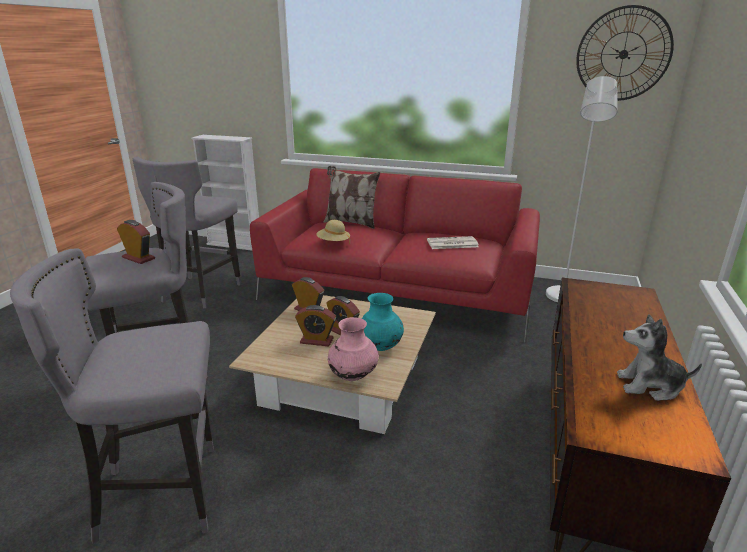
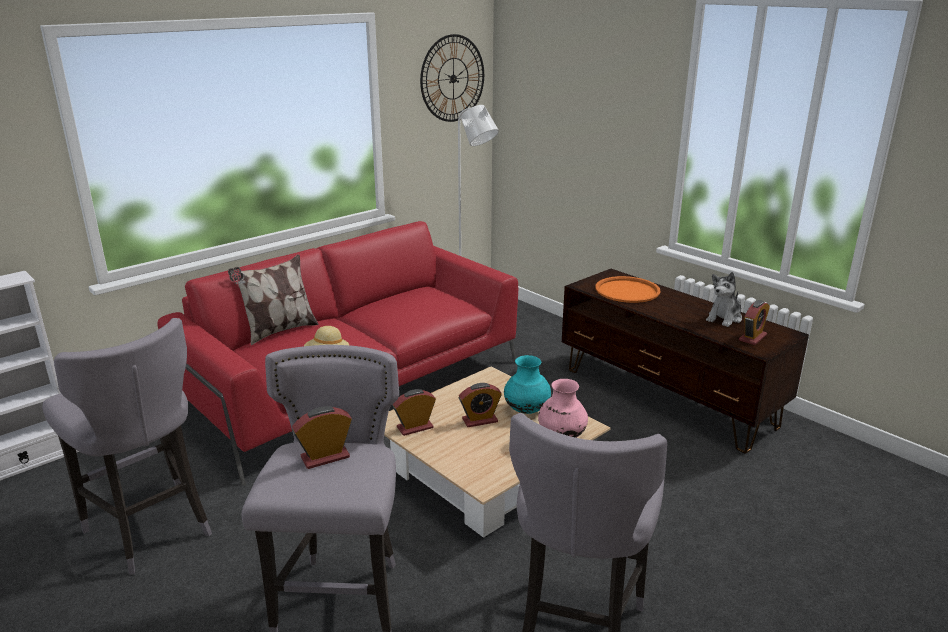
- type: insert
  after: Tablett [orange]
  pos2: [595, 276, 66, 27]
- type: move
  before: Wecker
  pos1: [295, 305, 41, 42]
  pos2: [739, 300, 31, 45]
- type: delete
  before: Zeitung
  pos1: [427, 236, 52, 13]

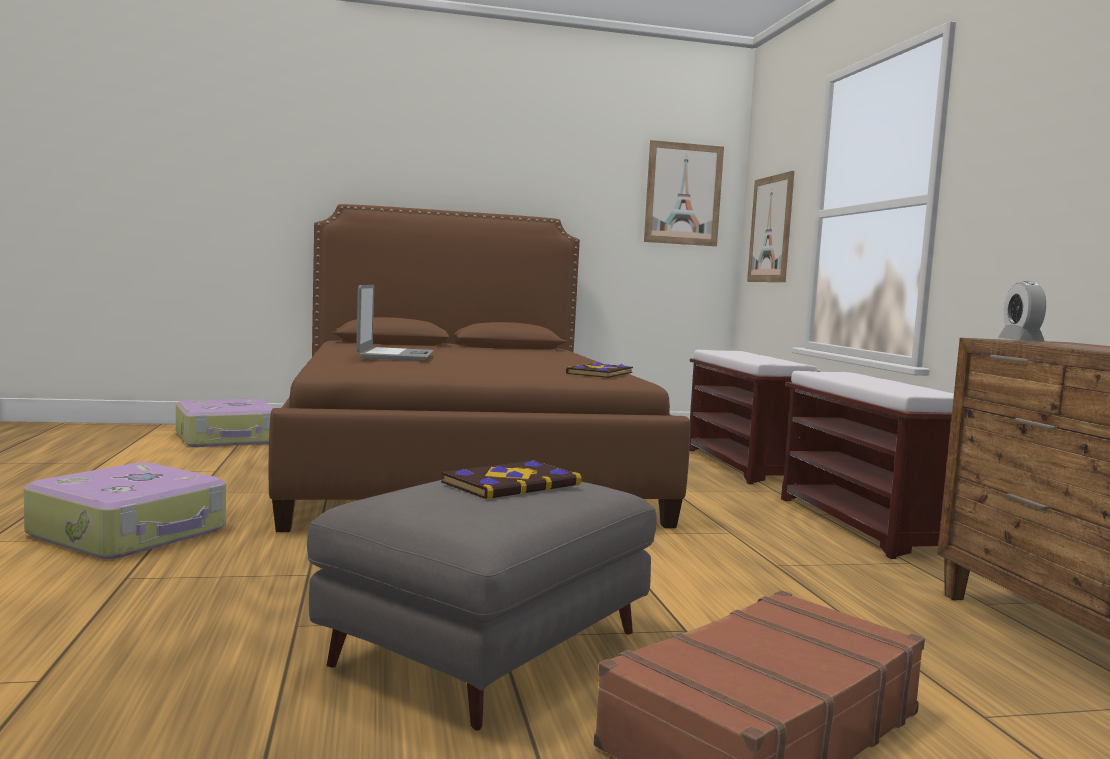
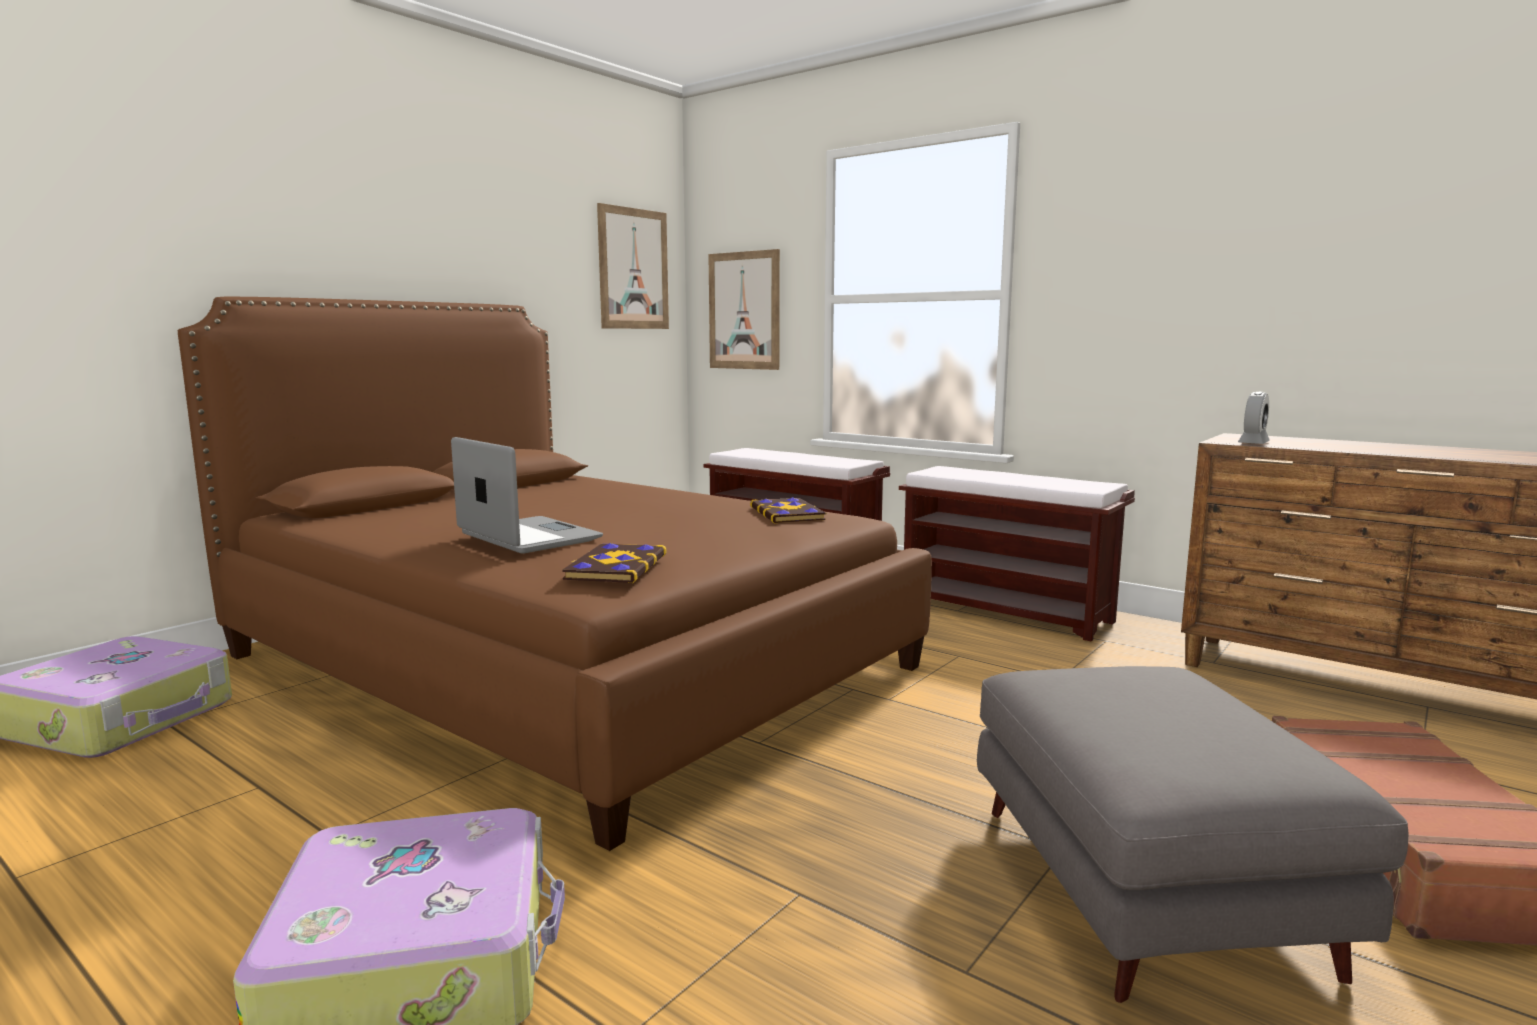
- type: move
  before: Buch
  pos1: [441, 460, 141, 40]
  pos2: [562, 543, 104, 40]
- type: rotate
  before: Wecker
  pos1: [998, 281, 48, 60]
  pos2: [1238, 392, 32, 52]
  turn: -105

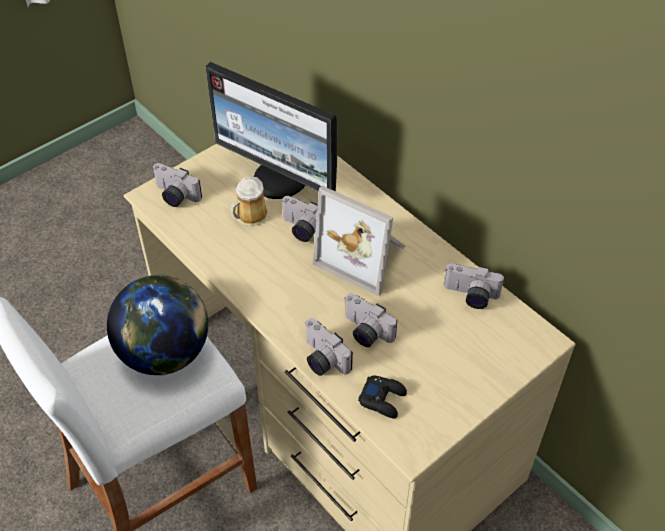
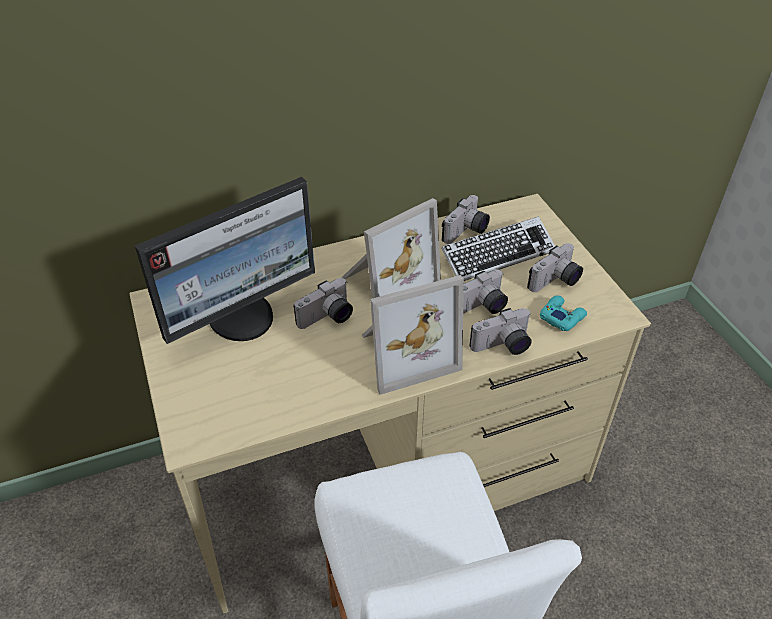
- type: insert
  after: Bilderrahmen
  pos2: [362, 275, 102, 120]
- type: insert
  after: Tastatur
  pos2: [442, 216, 113, 65]
- type: move
  before: Kamera
  pos1: [152, 163, 50, 44]
  pos2: [527, 243, 56, 49]
- type: recolor
  before: Gamepad [schwarz]
  after: Gamepad [türkis]
  pos1: [358, 376, 49, 42]
  pos2: [540, 295, 47, 36]
- type: delete
  before: Globus
  pos1: [107, 274, 101, 102]
- type: delete
  before: Henkelbecher
  pos1: [231, 176, 37, 50]

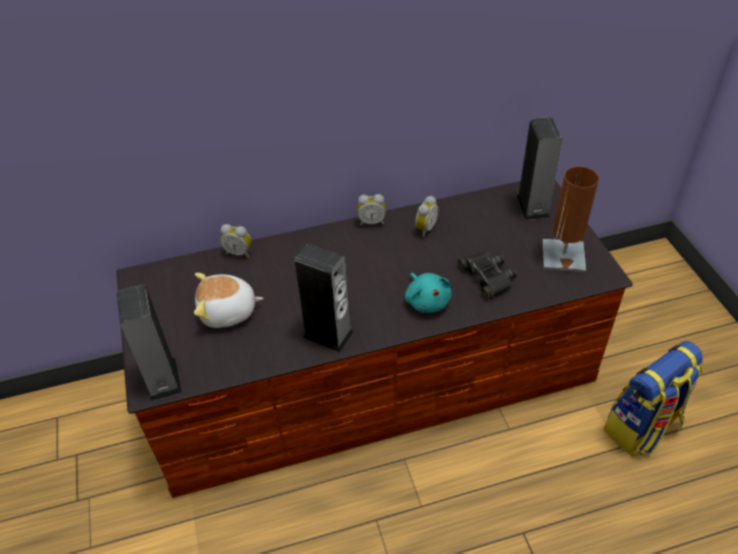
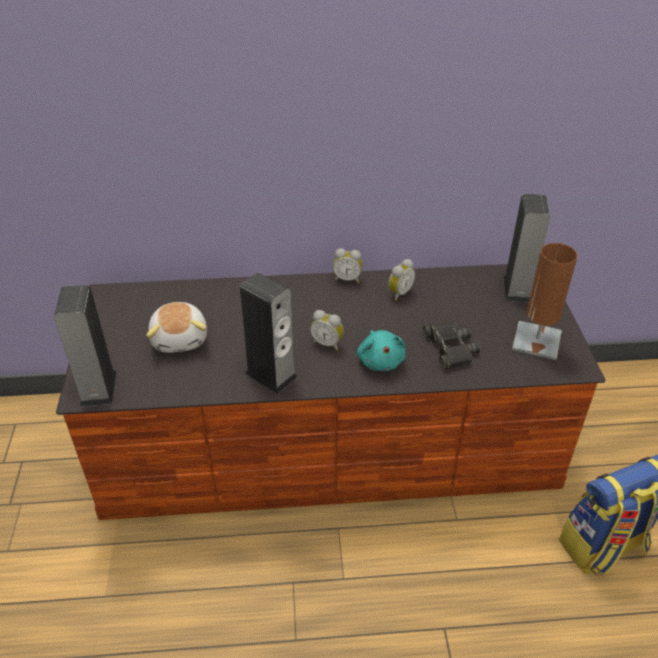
- type: rotate
  before: Plüschtier
  pos1: [194, 273, 70, 55]
  pos2: [146, 302, 61, 51]
  turn: -105
- type: move
  before: Wecker
  pos1: [220, 224, 31, 34]
  pos2: [310, 310, 34, 41]

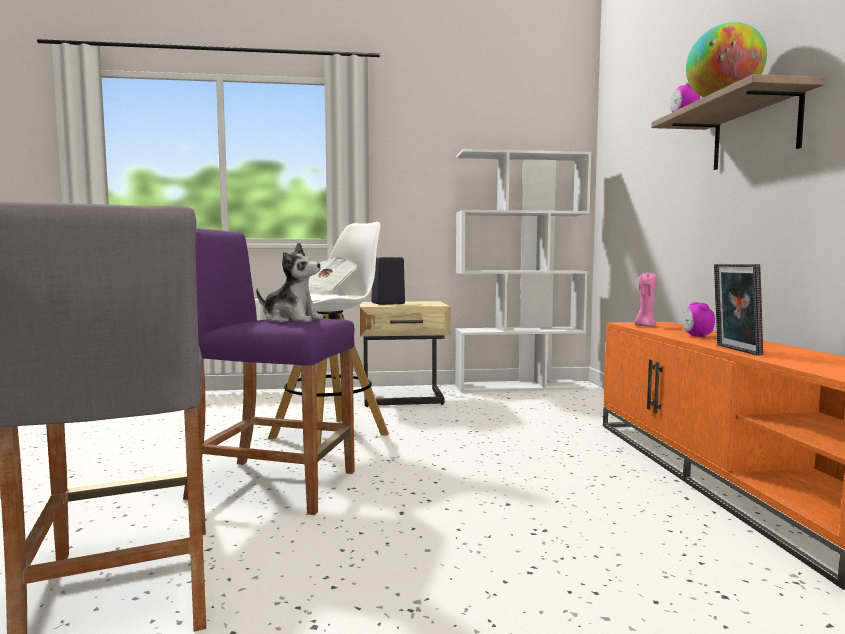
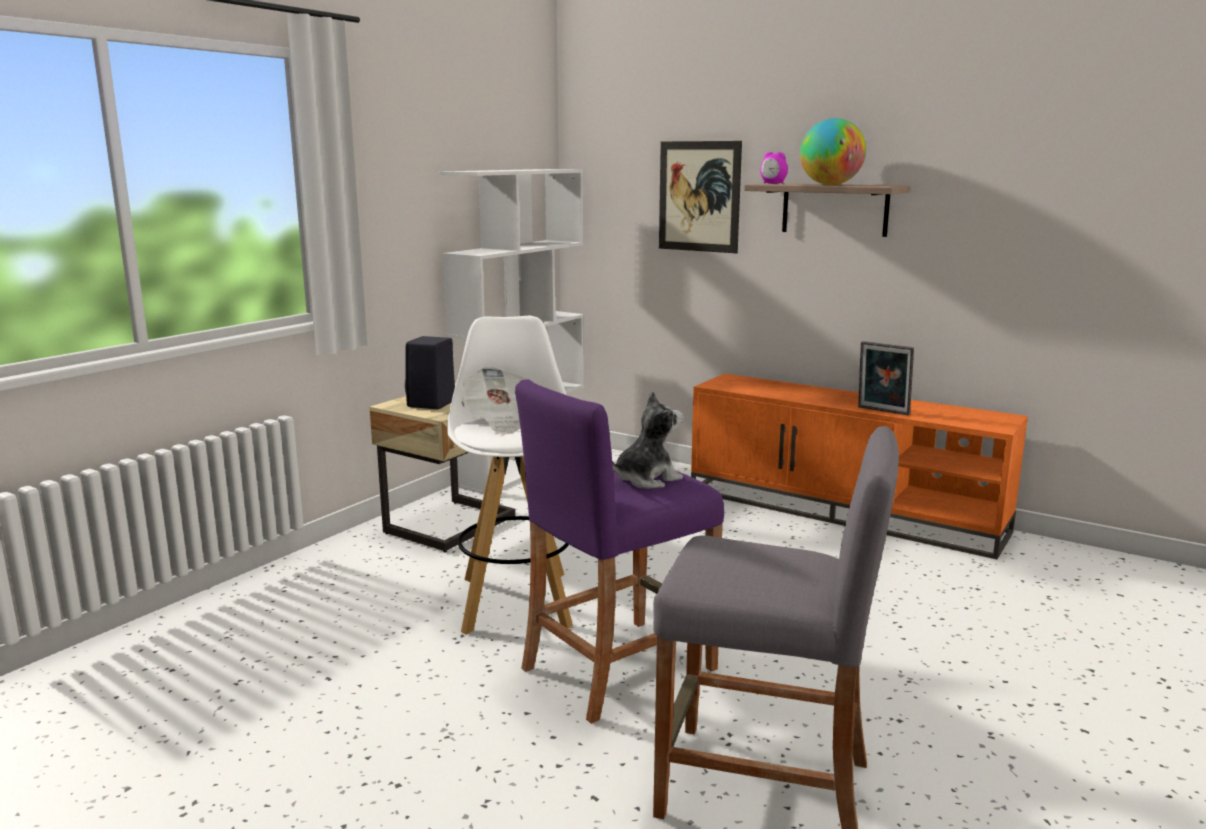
- type: insert
  after: Bild
  pos2: [659, 141, 83, 112]
- type: delete
  before: Kerze [rosa]
  pos1: [635, 273, 22, 54]
- type: delete
  before: Wecker
  pos1: [683, 302, 32, 36]

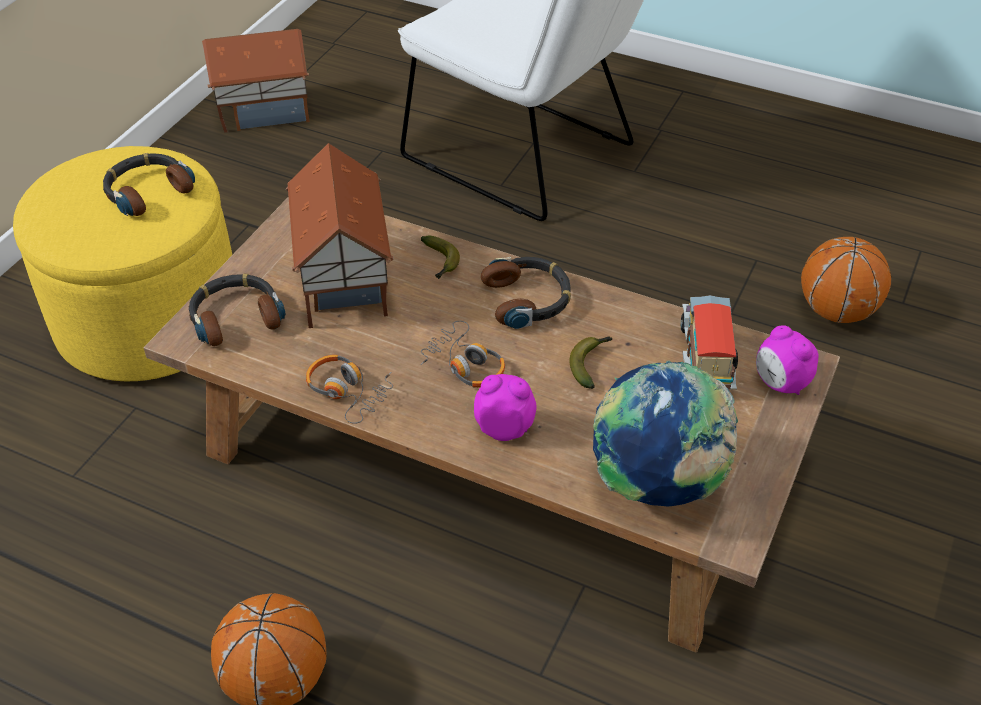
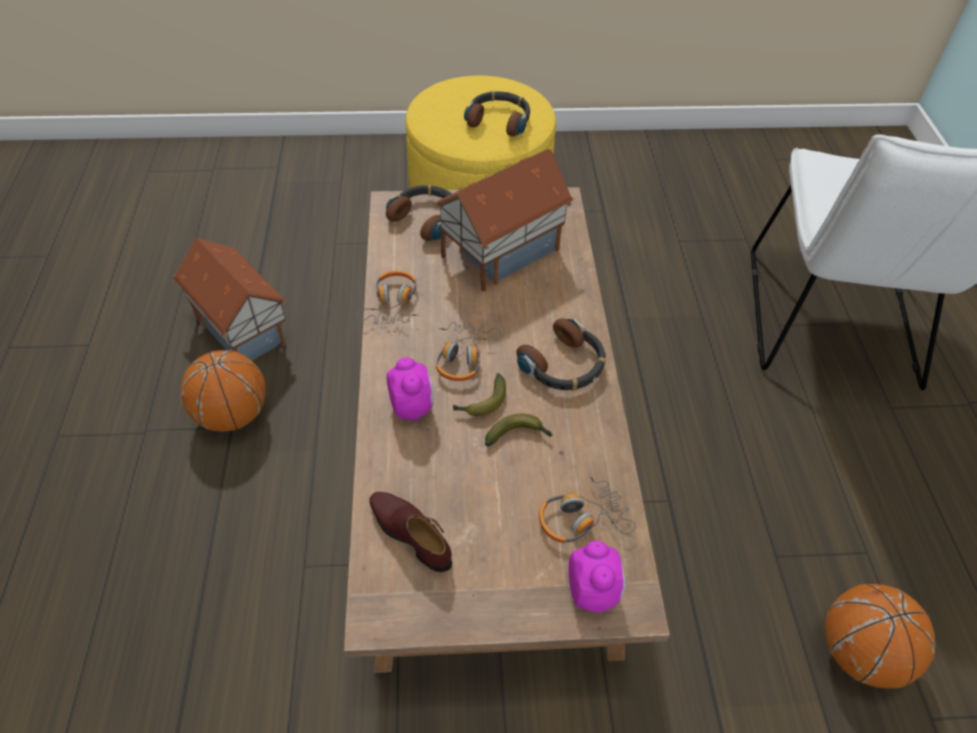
- type: move
  before: Spielzeughaus
  pos1: [202, 29, 108, 104]
  pos2: [173, 238, 113, 122]
- type: replace
  before: Globus
  after: Schuh [braun]
  pos1: [593, 360, 145, 147]
  pos2: [369, 492, 83, 80]
- type: move
  before: Banane
  pos1: [421, 236, 39, 43]
  pos2: [453, 373, 53, 43]
- type: replace
  before: Spielzeuglaster
  after: Kopfhörer
  pos1: [681, 295, 57, 94]
  pos2: [539, 474, 97, 69]
- type: rotate
  before: Wecker
  pos1: [756, 325, 63, 70]
  pos2: [569, 541, 57, 73]
  turn: 150

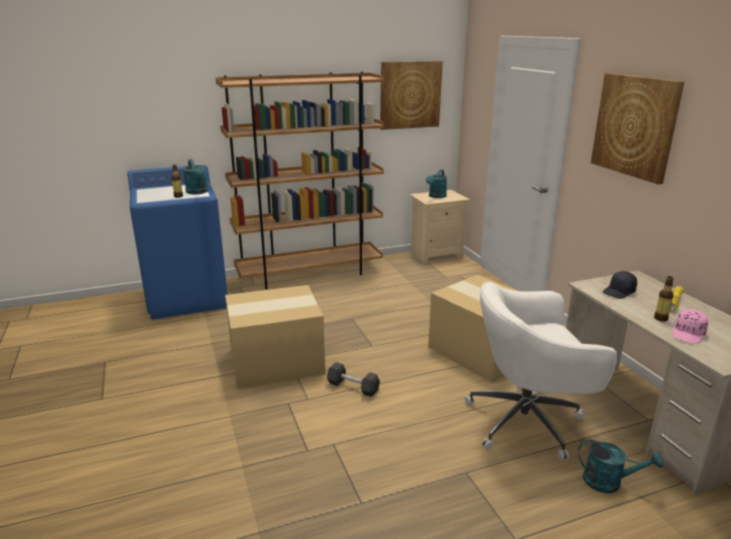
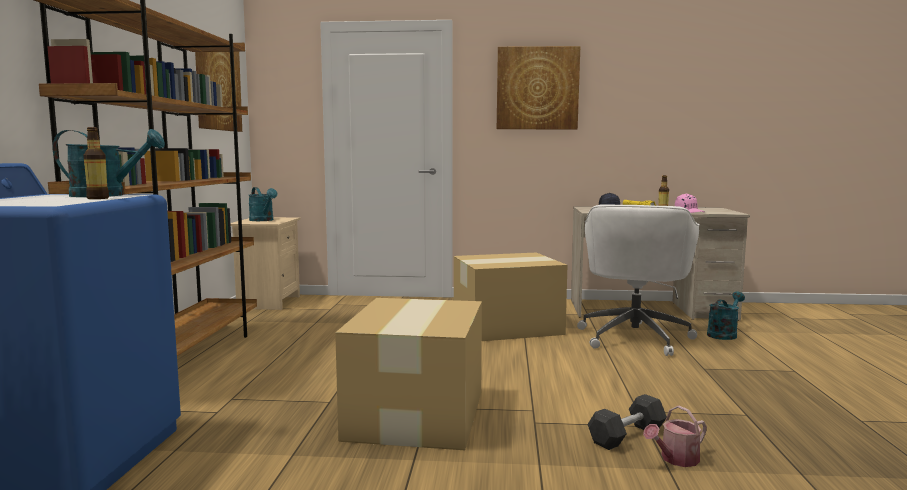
- type: move
  before: Hantel [grau]
  pos1: [327, 362, 53, 35]
  pos2: [587, 394, 80, 56]
- type: insert
  after: Gießkanne
  pos2: [643, 406, 64, 61]

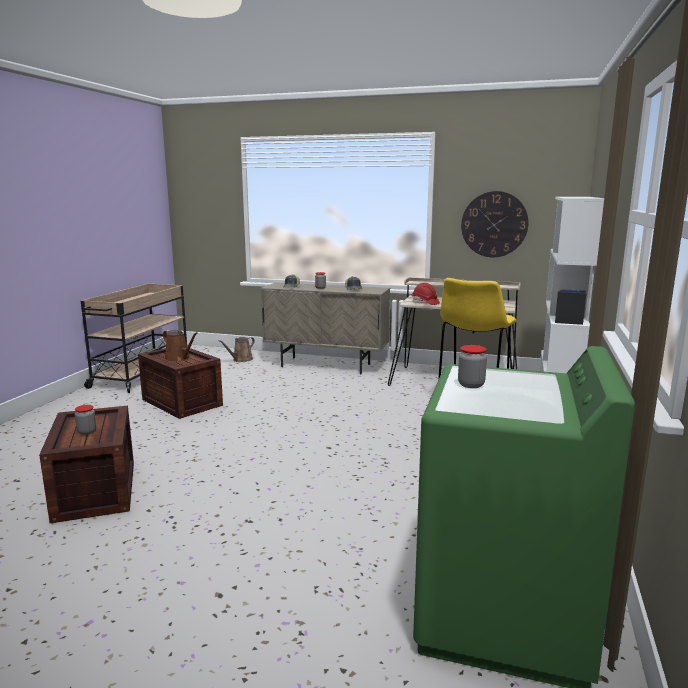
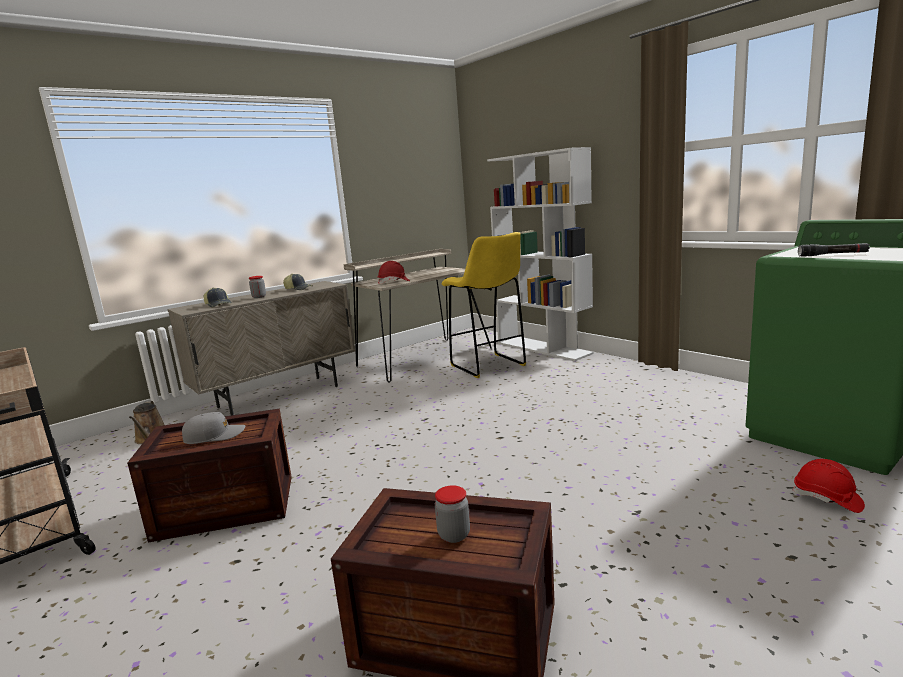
- type: replace
  before: Gießkanne [braun]
  after: Kappe [grau]
  pos1: [163, 330, 35, 32]
  pos2: [182, 412, 63, 32]
- type: insert
  after: Schutzhelm [rot]
  pos2: [793, 459, 72, 54]
- type: replace
  before: Vorratsglas
  after: Taschenlampe [schwarz]
  pos1: [458, 345, 29, 43]
  pos2: [798, 243, 72, 14]
- type: delete
  before: Wanduhr
  pos1: [461, 191, 68, 66]

